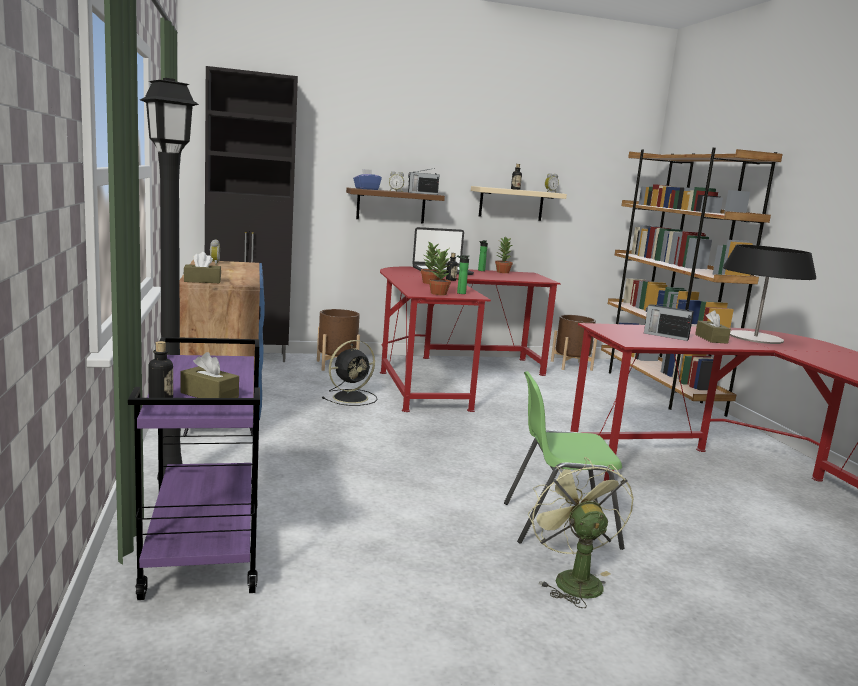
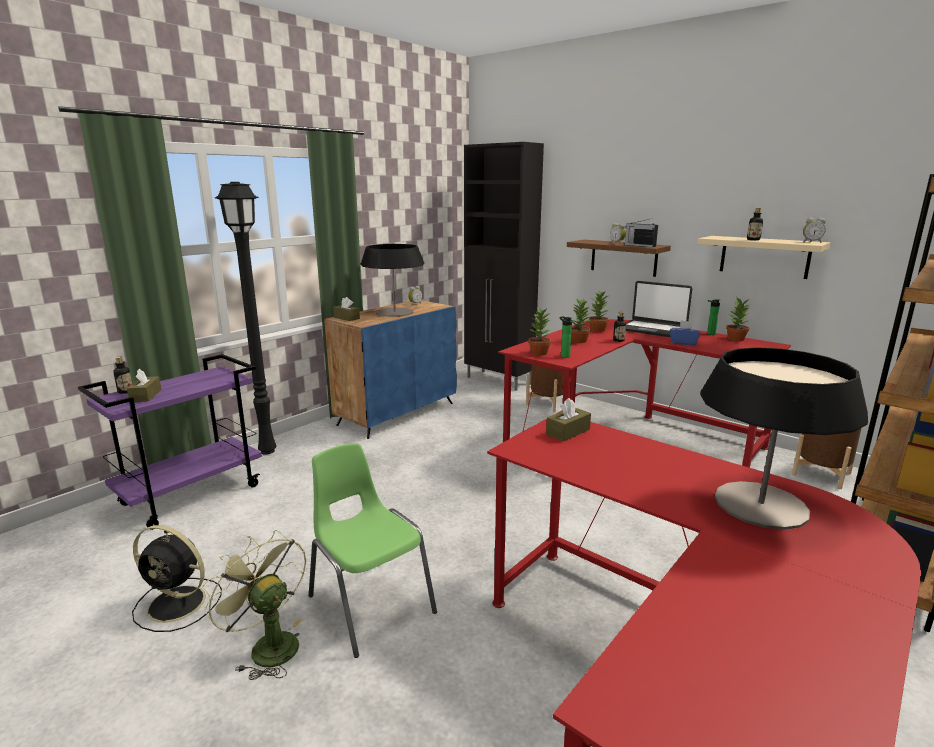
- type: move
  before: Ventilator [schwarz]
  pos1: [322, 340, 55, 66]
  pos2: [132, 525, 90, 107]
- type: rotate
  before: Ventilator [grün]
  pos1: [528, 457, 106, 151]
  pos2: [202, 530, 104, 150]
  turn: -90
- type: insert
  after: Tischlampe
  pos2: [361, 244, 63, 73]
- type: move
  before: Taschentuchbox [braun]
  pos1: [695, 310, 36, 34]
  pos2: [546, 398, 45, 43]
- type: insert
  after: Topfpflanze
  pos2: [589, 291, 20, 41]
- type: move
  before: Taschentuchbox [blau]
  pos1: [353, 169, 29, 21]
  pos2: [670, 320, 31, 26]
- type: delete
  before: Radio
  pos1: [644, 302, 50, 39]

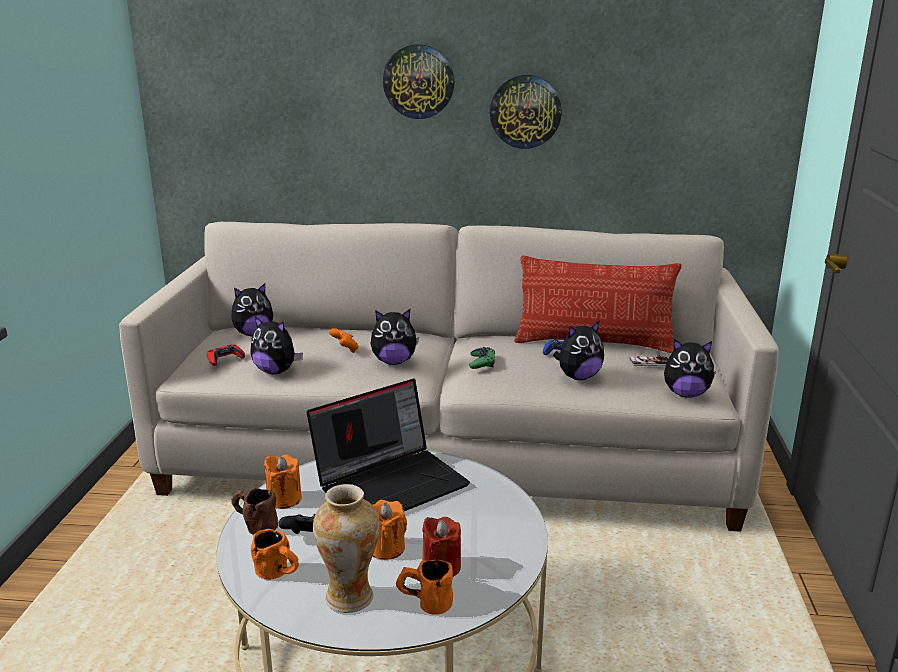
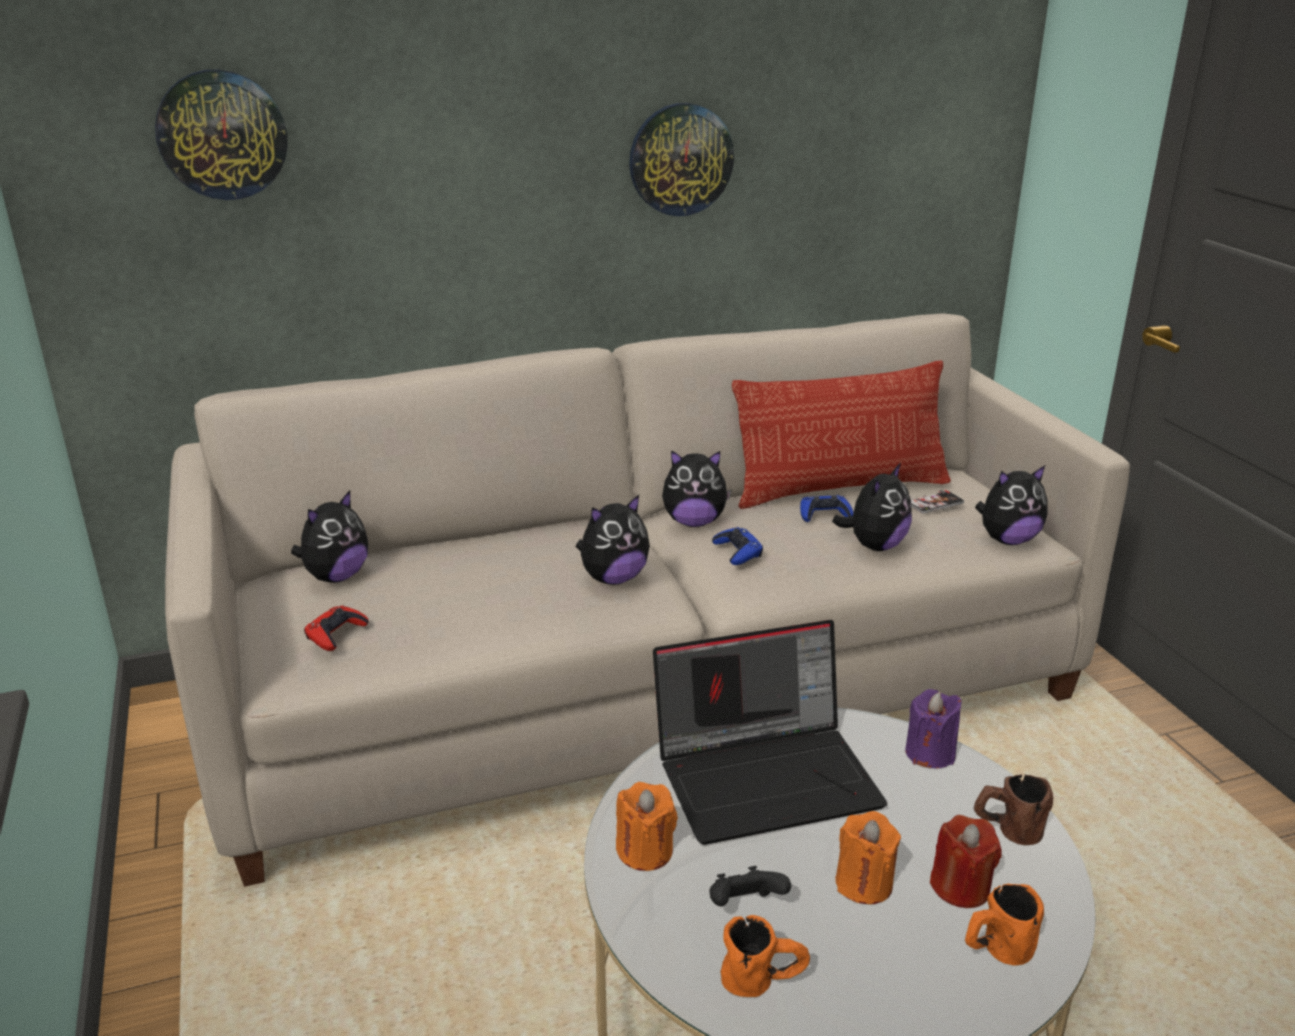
- type: move
  before: Wanduhr
  pos1: [383, 44, 71, 75]
  pos2: [155, 69, 133, 131]
- type: rotate
  before: Laptop
  pos1: [307, 378, 163, 133]
  pos2: [653, 620, 234, 225]
  turn: 45
- type: move
  before: Plüschtier
  pos1: [251, 316, 52, 58]
  pos2: [662, 450, 70, 77]
- type: recolor
  before: Gamepad [grün]
  after: Gamepad [blau]
  pos1: [469, 347, 26, 22]
  pos2: [712, 527, 51, 38]
- type: insert
  after: Kerze [lila]
  pos2: [905, 689, 57, 79]
- type: move
  before: Henkelbecher [braun]
  pos1: [231, 488, 47, 47]
  pos2: [974, 774, 79, 71]
- type: delete
  before: Vase
  pos1: [313, 484, 67, 129]
- type: delete
  before: Gamepad [orange]
  pos1: [329, 328, 30, 25]

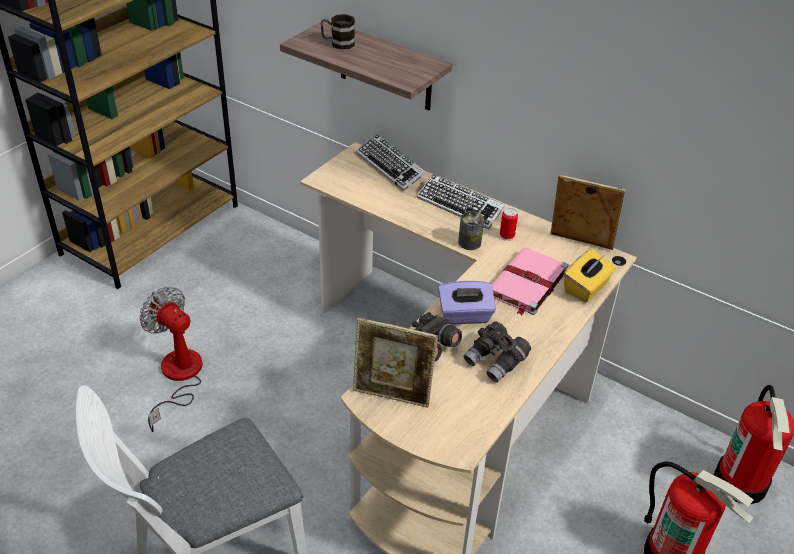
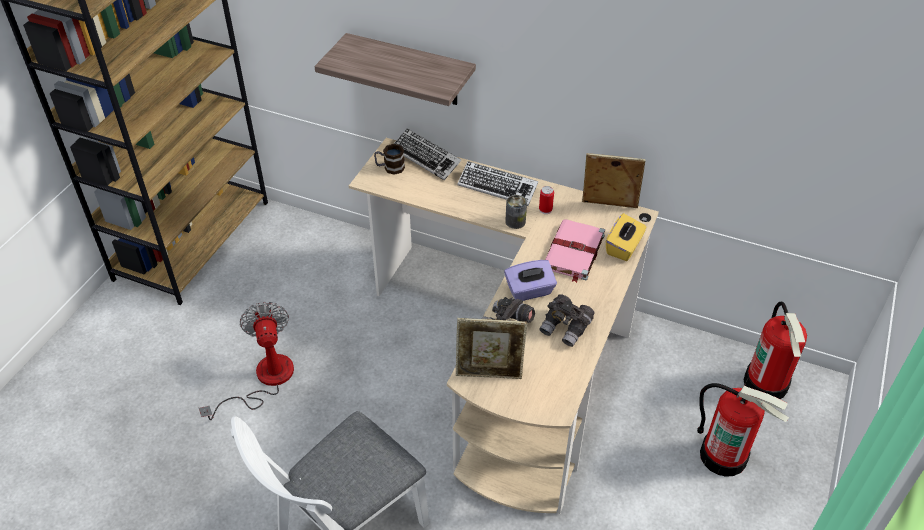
- type: rotate
  before: Ventilator
  pos1: [140, 287, 63, 145]
  pos2: [199, 302, 95, 118]
  turn: 45
- type: move
  before: Henkelbecher
  pos1: [321, 14, 34, 36]
  pos2: [374, 144, 31, 31]

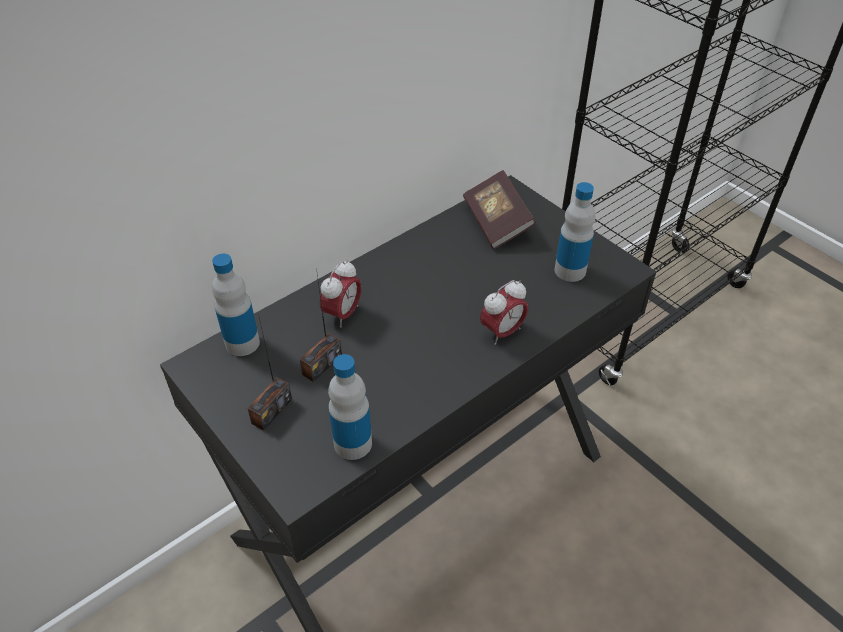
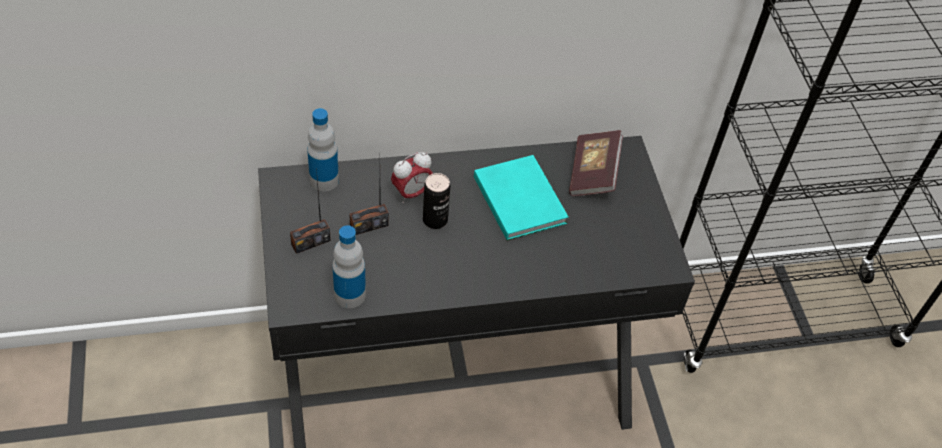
- type: insert
  after: Dose
  pos2: [423, 173, 27, 56]
- type: insert
  after: Buch [türkis]
  pos2: [474, 155, 95, 86]
- type: delete
  before: Wecker
  pos1: [480, 280, 48, 65]
- type: delete
  before: Flasche
  pos1: [555, 182, 40, 100]

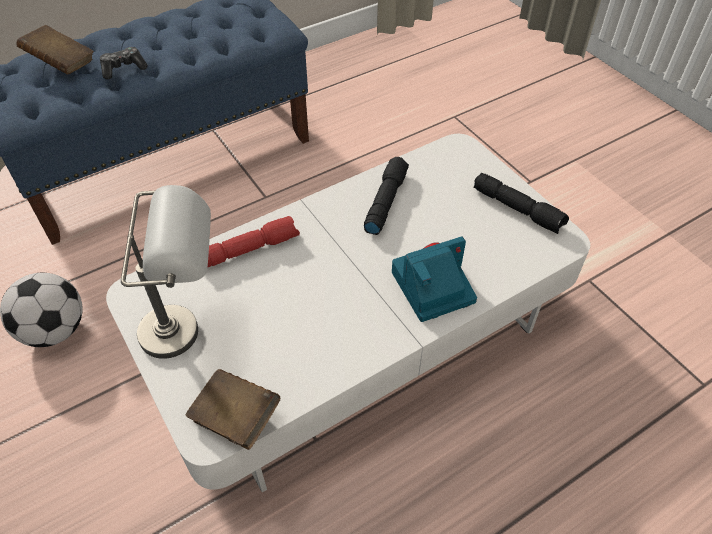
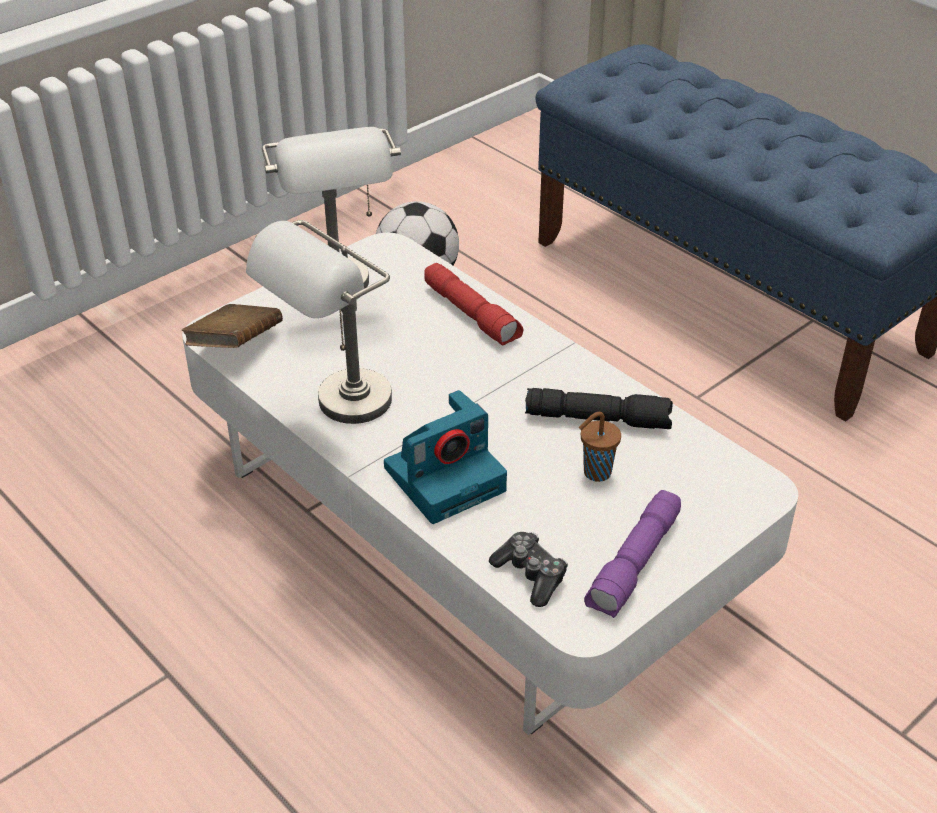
- type: insert
  after: Tischlampe [grau]
  pos2: [246, 220, 146, 204]
- type: rotate
  before: Kamera
  pos1: [392, 237, 85, 85]
  pos2: [384, 390, 123, 134]
  turn: 90
- type: move
  before: Gamepad
  pos1: [100, 47, 48, 33]
  pos2: [489, 532, 79, 75]
- type: insert
  after: Tasse [braun]
  pos2: [579, 412, 42, 70]
- type: recolor
  before: Taschenlampe [schwarz]
  after: Taschenlampe [lila]
  pos1: [474, 172, 95, 62]
  pos2: [584, 490, 97, 128]
- type: delete
  before: Buch [braun]
  pos1: [17, 25, 77, 50]

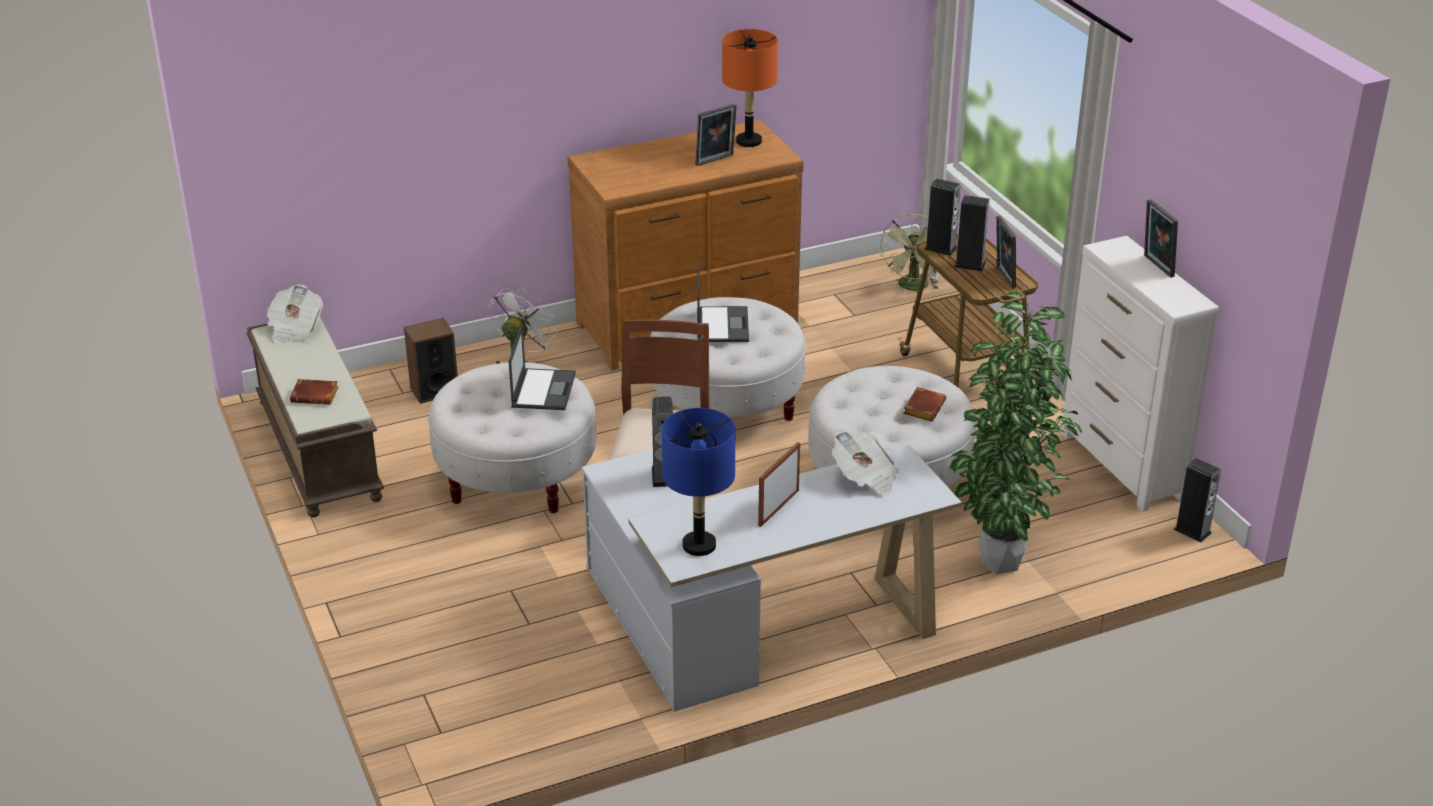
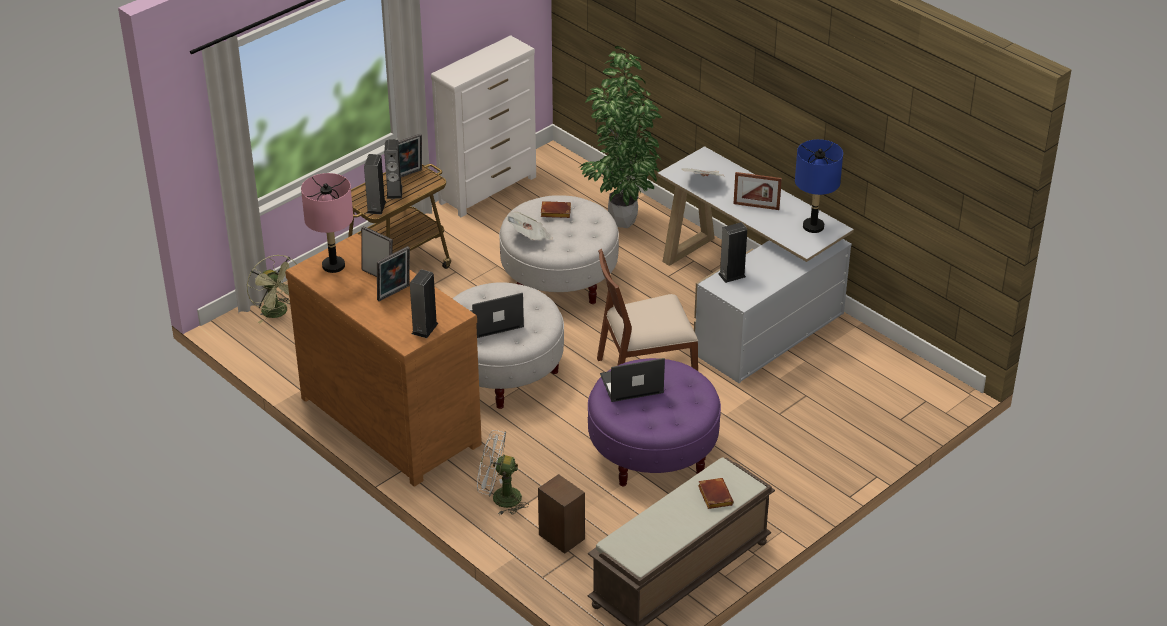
- type: rotate
  before: Ventilator [grün]
  pos1: [880, 214, 59, 77]
  pos2: [247, 255, 50, 68]
  turn: 60
- type: recolor
  before: Tischlampe [orange]
  after: Tischlampe [rosa]
  pos1: [722, 29, 56, 118]
  pos2: [301, 173, 52, 100]
- type: move
  before: Bilderrahmen
  pos1: [1144, 199, 34, 79]
  pos2: [377, 246, 33, 55]
- type: move
  before: Lautsprecher
  pos1: [1174, 458, 47, 85]
  pos2: [410, 269, 28, 69]
- type: move
  before: Zeitung
  pos1: [266, 284, 57, 60]
  pos2: [506, 212, 47, 29]
- type: recolor
  before: Polsterhocker [weiß]
  after: Polsterhocker [lila]
  pos1: [428, 362, 168, 151]
  pos2: [588, 358, 133, 128]

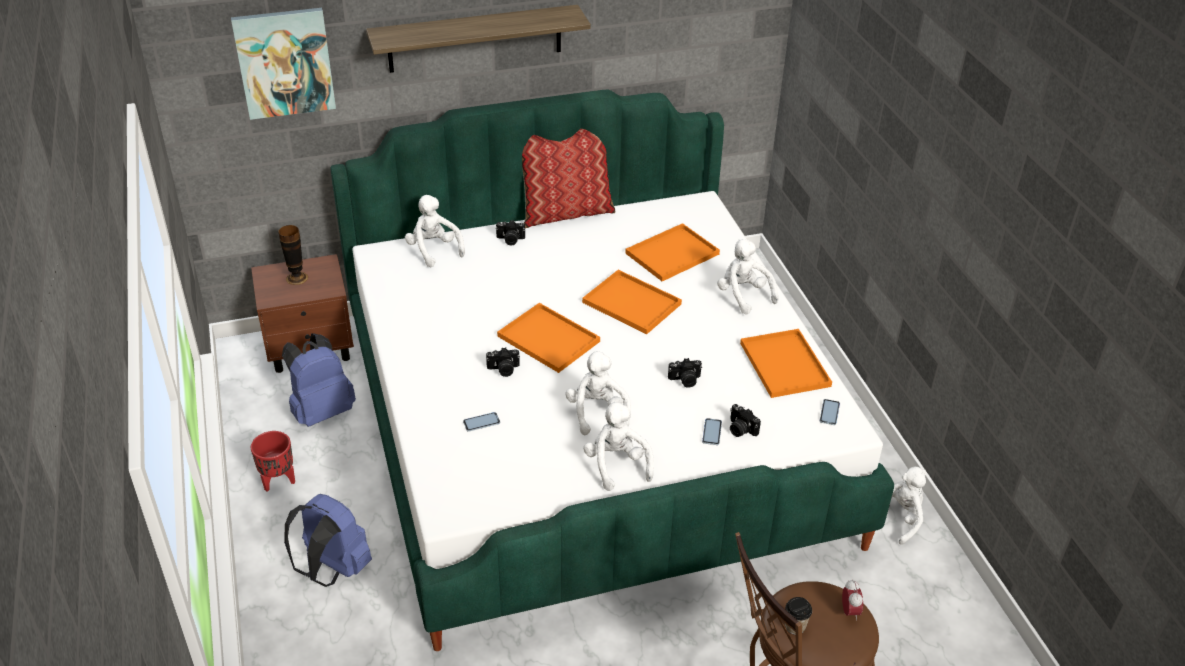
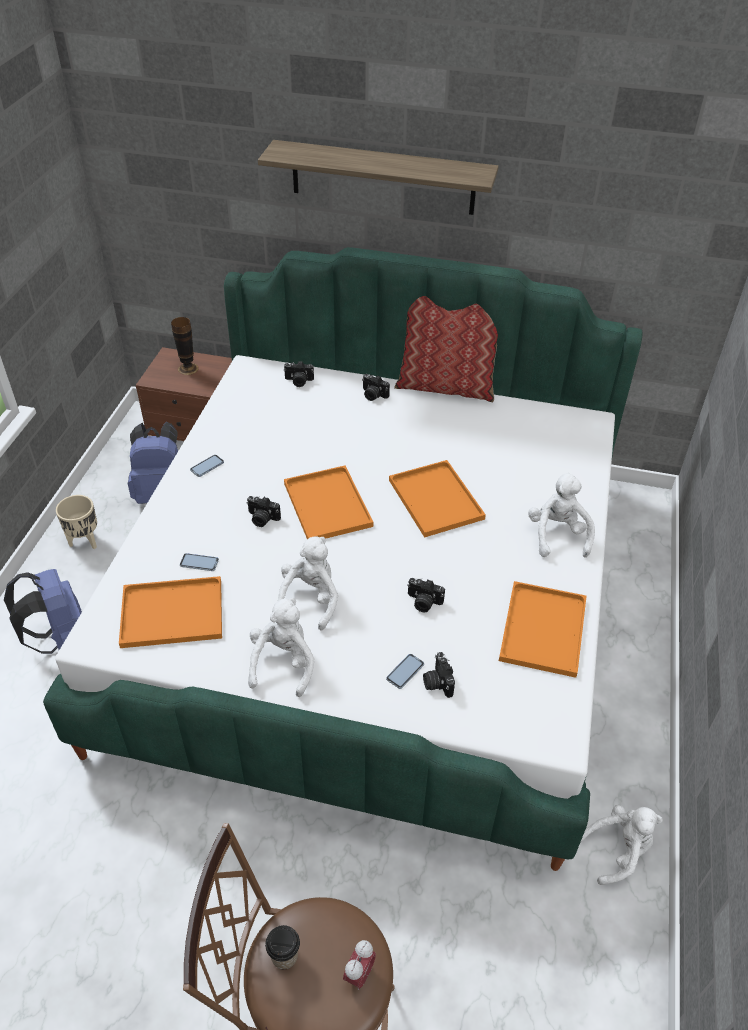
- type: recolor
  before: Pflanzkübel [rot]
  after: Pflanzkübel [beige]
  pos1: [251, 431, 44, 60]
  pos2: [56, 495, 41, 54]
- type: move
  before: Tablett [orange]
  pos1: [625, 223, 95, 58]
  pos2: [119, 576, 103, 72]
- type: move
  before: Handy
  pos1: [820, 399, 20, 26]
  pos2: [190, 455, 34, 22]
- type: replace
  before: Plüschtier [weiß]
  after: Kamera
  pos1: [405, 195, 60, 72]
  pos2: [284, 361, 30, 26]
- type: delete
  before: Bild
  pos1: [231, 8, 105, 112]

